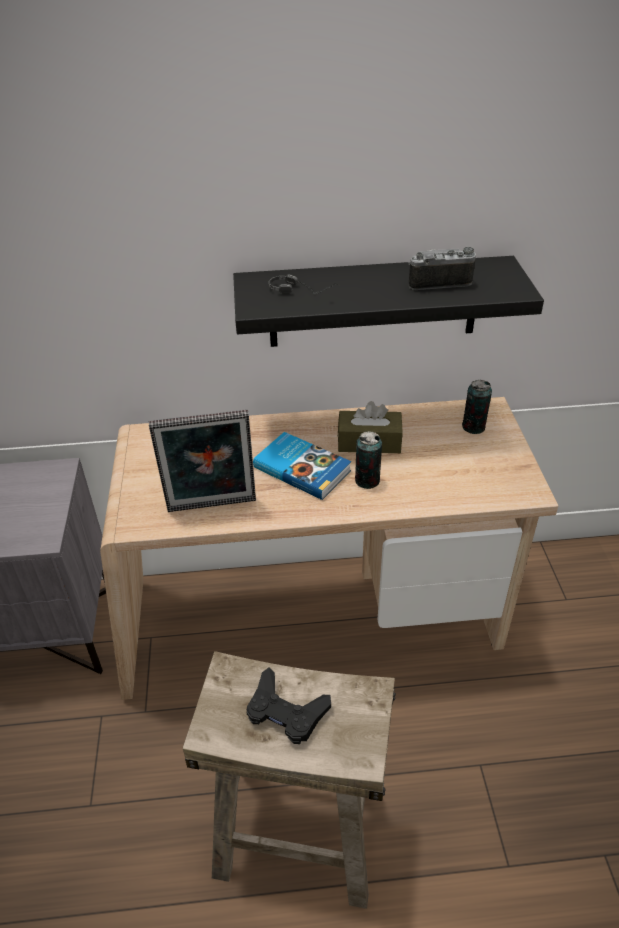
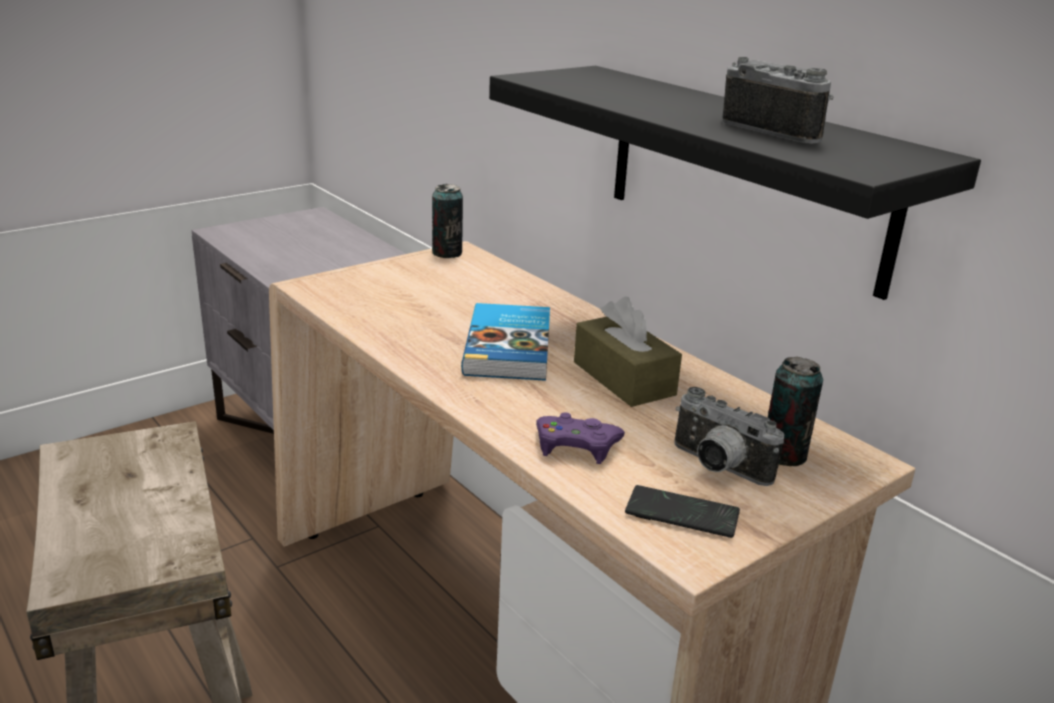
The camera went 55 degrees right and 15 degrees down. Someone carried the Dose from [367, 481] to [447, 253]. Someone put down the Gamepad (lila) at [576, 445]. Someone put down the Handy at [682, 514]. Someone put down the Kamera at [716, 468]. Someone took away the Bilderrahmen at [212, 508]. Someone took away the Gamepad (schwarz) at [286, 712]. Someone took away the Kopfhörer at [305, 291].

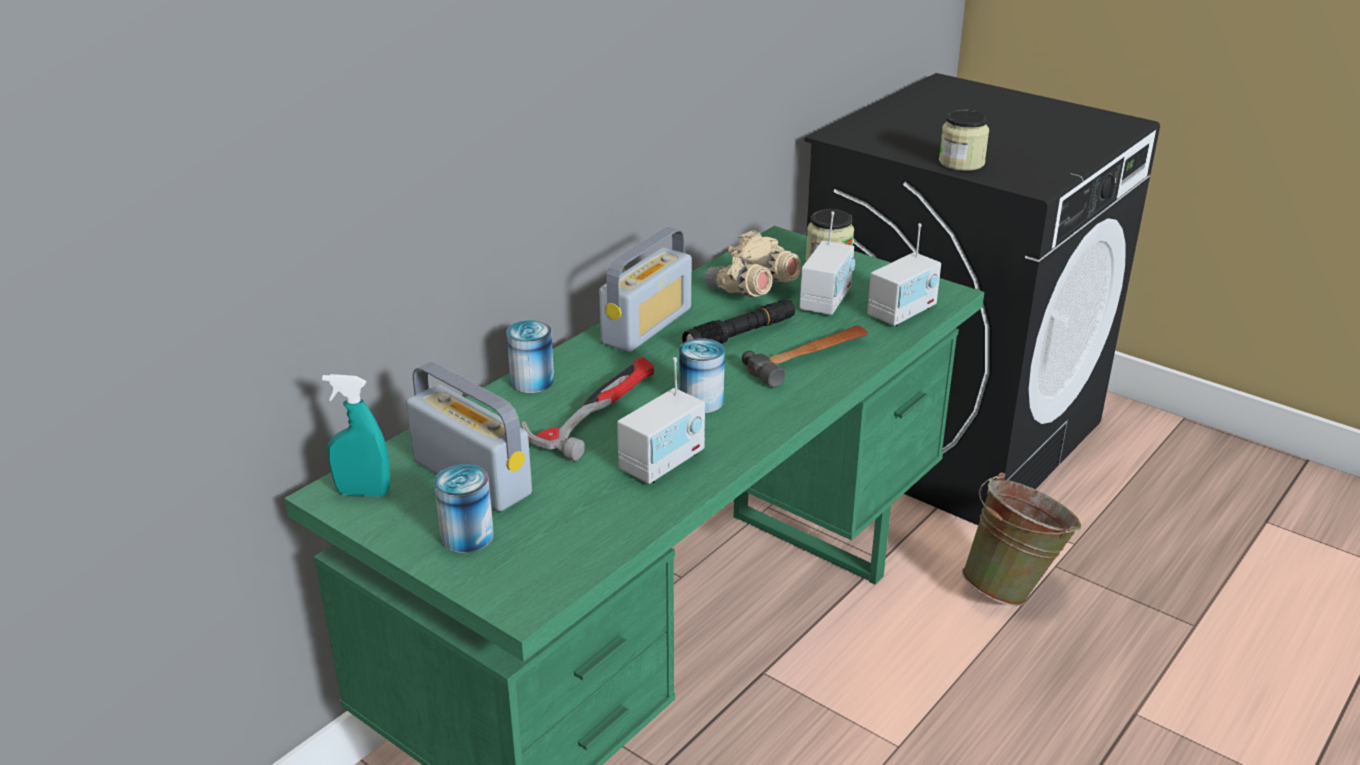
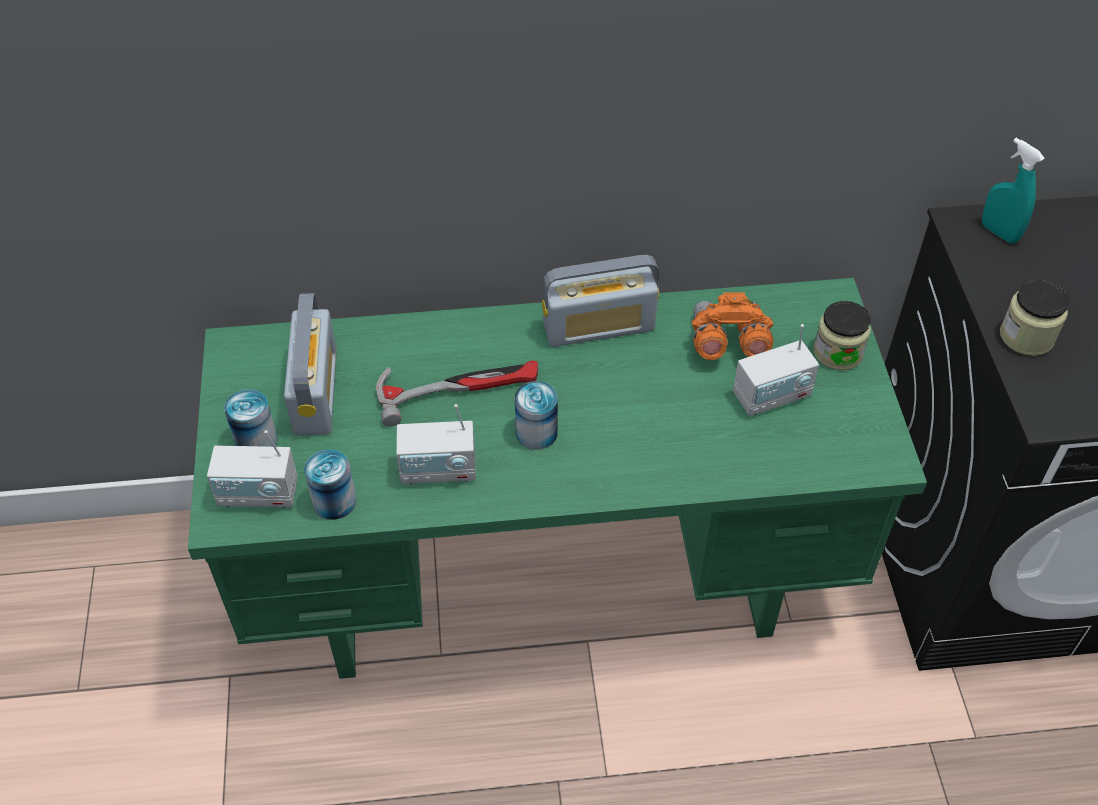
The camera went 45 degrees right and 20 degrees up. Someone carried the Radio from [902, 312] to [258, 494]. Someone carried the Dose from [532, 381] to [334, 501]. Someone repainted the Fernglas (beige) at [752, 291], which became the Fernglas (orange) at [727, 343]. Someone carried the Sprühflasche (türkis) from [363, 492] to [999, 232]. Someone took away the Taschenlampe (schwarz) at [740, 335]. Someone took away the Hammer at [809, 358]. Someone took away the Eimer (grün) at [1013, 588].

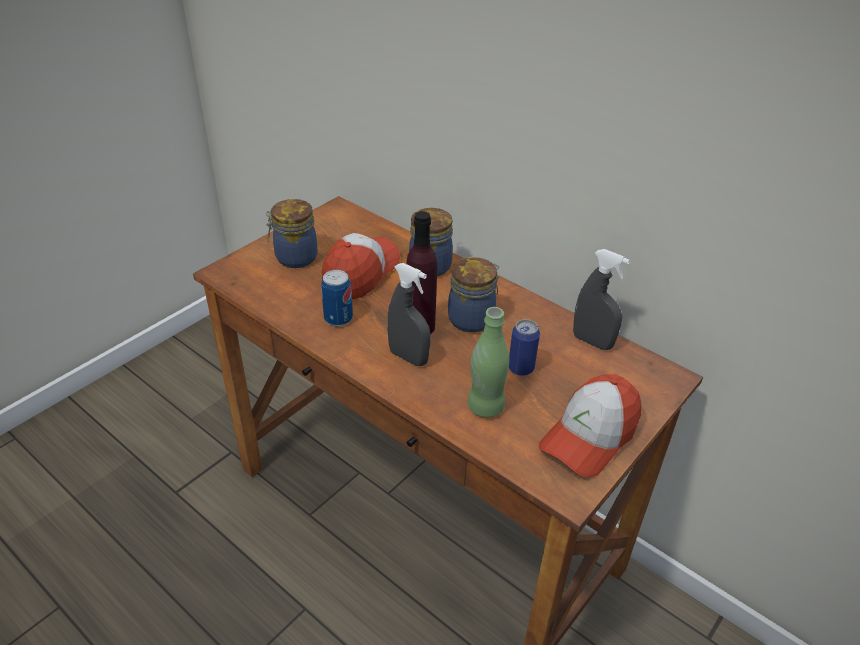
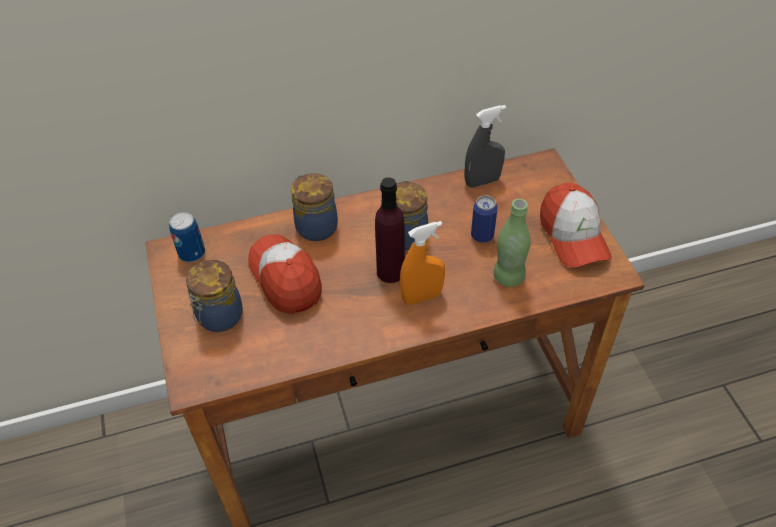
The camera went 55 degrees left and 10 degrees up. Someone carried the Dose from [338, 318] to [192, 253]. Someone repainted the Sprühflasche (grau) at [408, 357], which became the Sprühflasche (orange) at [422, 297].

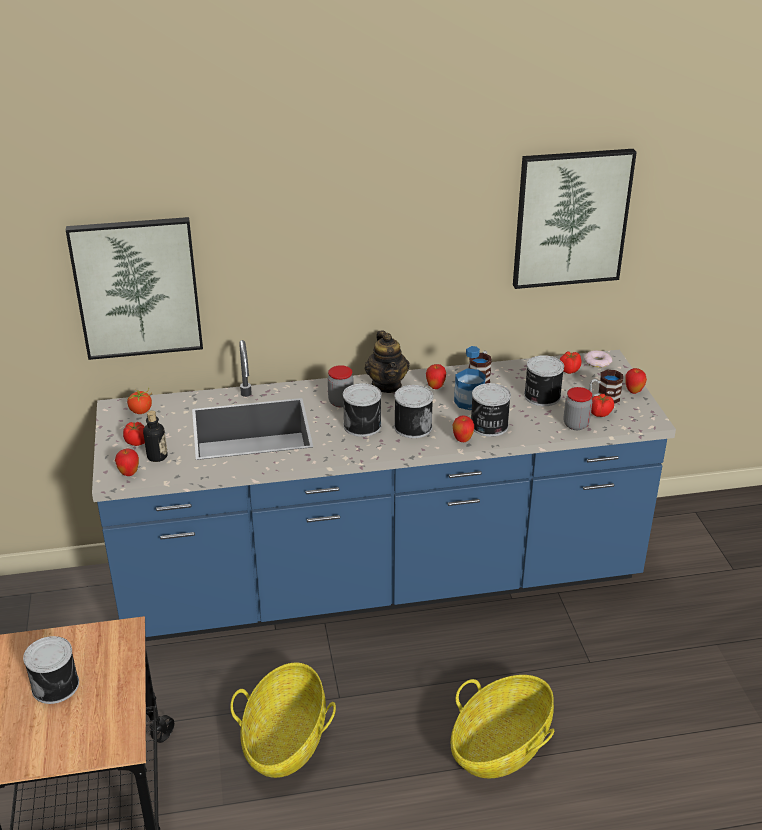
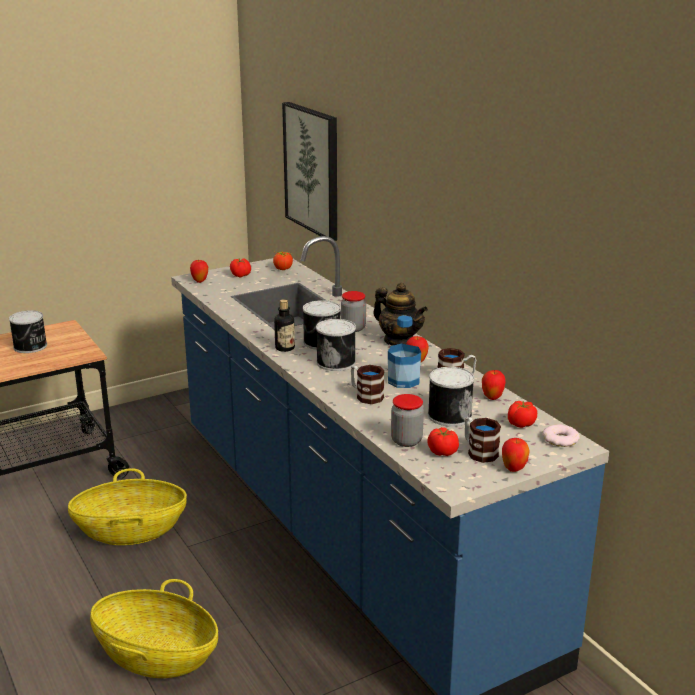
The camera went 70 degrees right and 10 degrees down. Someone carried the Flasche from [157, 456] to [285, 348]. Someone swapped the Dose at [489, 426] for the Henkelbecher at [365, 396]. Someone rotated the Teekanne at [387, 385] by 105 degrees counterclockwise. Someone carried the Apfel from [462, 440] to [492, 398]. Someone took away the Bild at [571, 218].

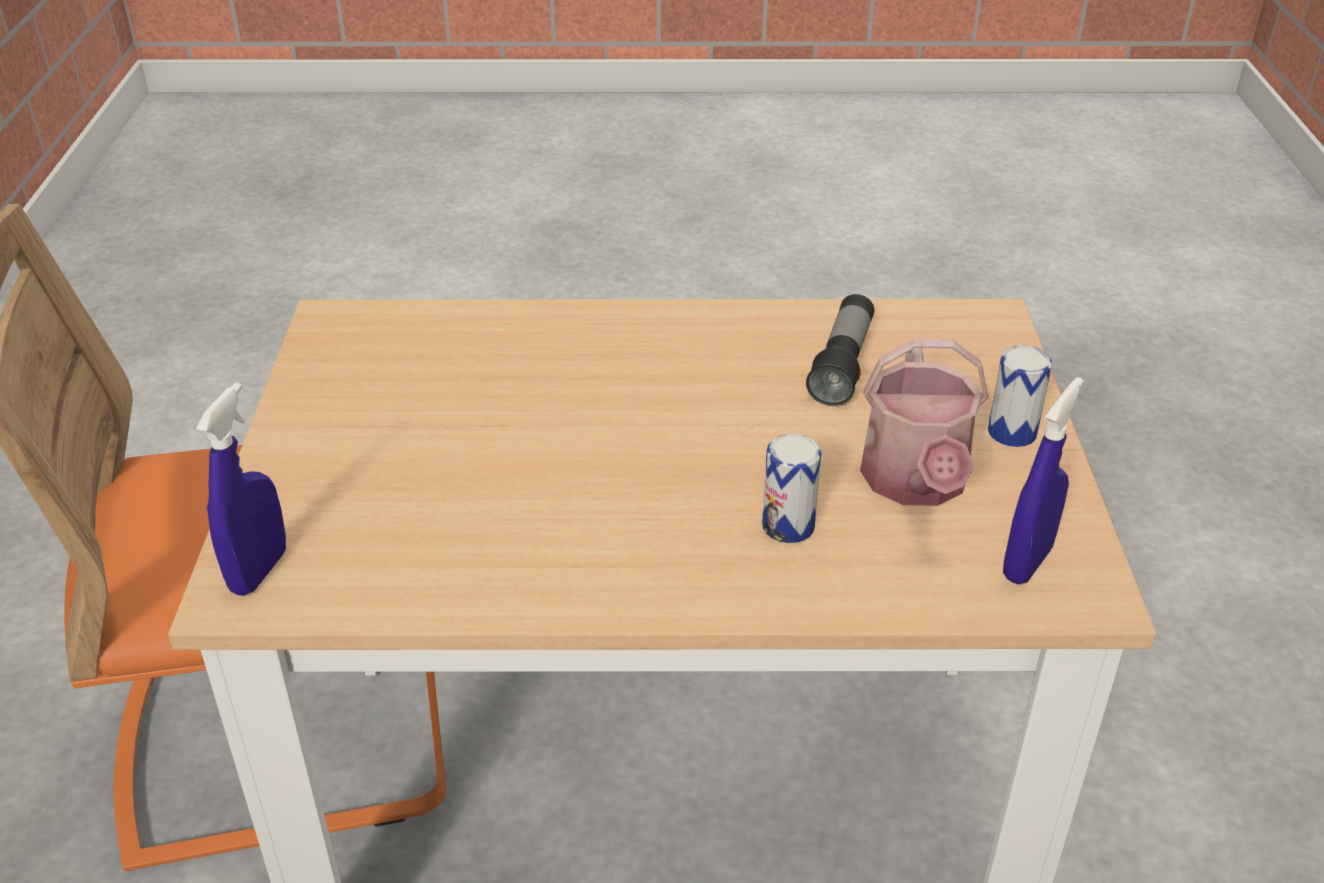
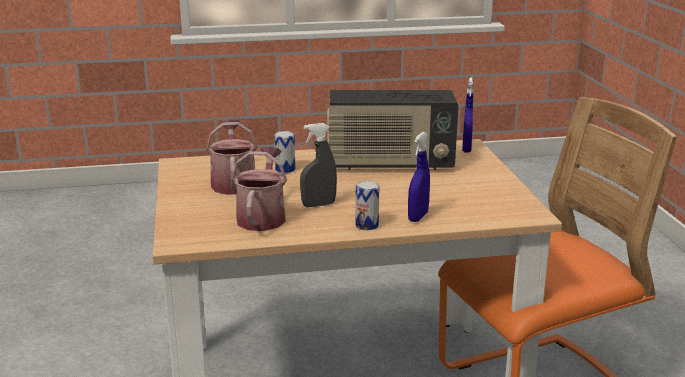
The camera went 170 degrees right and 15 degrees down. Someone swapped the Taschenlampe at [842, 365] for the Gießkanne at [262, 216]. Someone put down the Sprühflasche (grau) at [318, 205]. Someone put down the Radio at [390, 164]. Someone carried the Dose from [1012, 432] to [367, 225]. Someone carried the Sprühflasche (blau) from [1027, 563] to [418, 217].

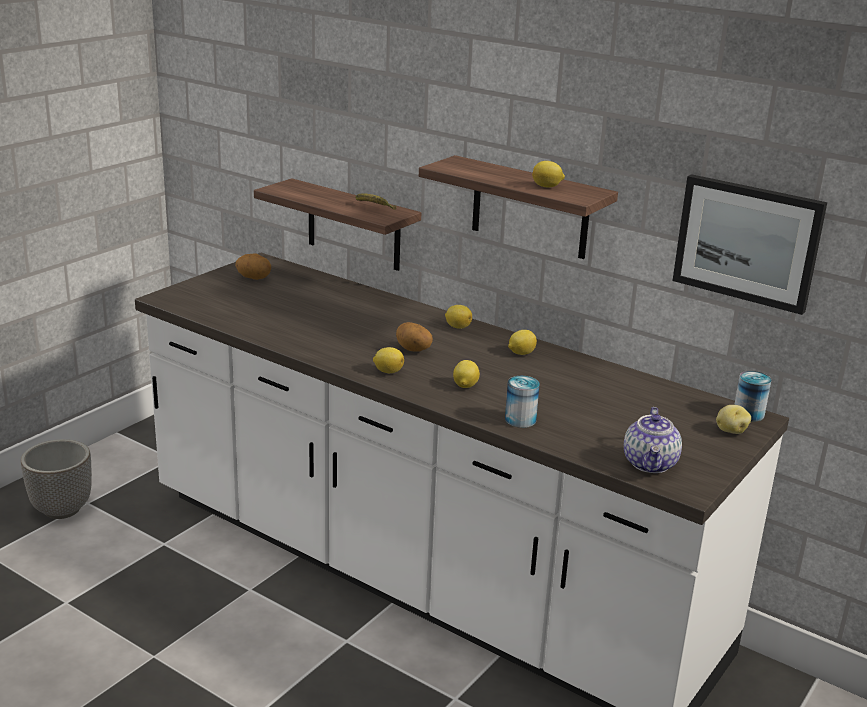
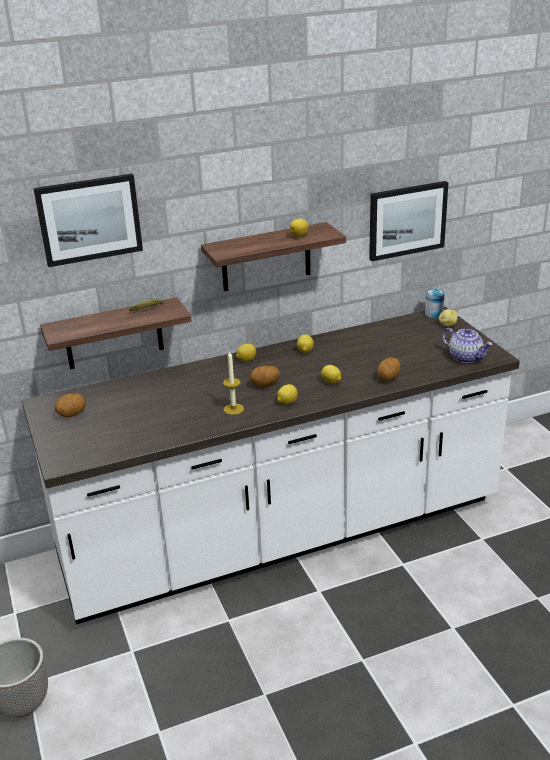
The camera went 55 degrees left and 5 degrees up. Someone put up the Bild at [89, 219]. Someone put down the Kerze at [233, 409]. Someone swapped the Dose at [520, 420] for the Kartoffel at [388, 378].

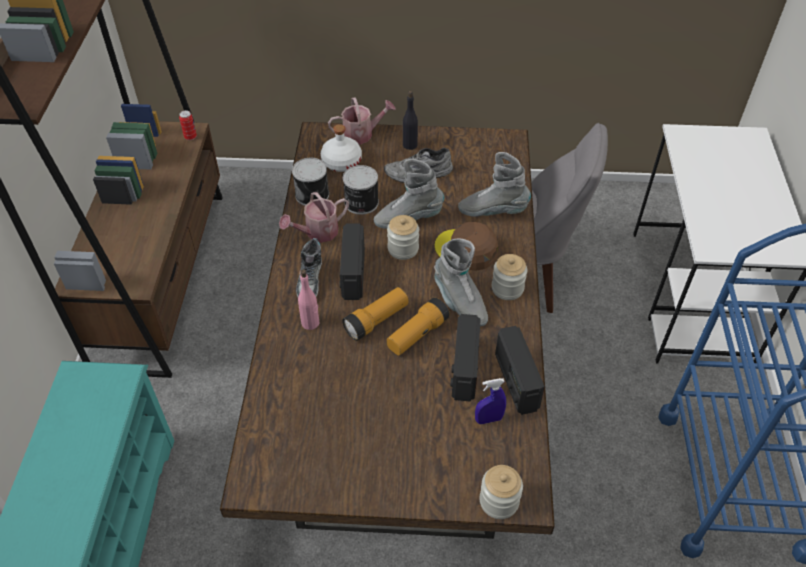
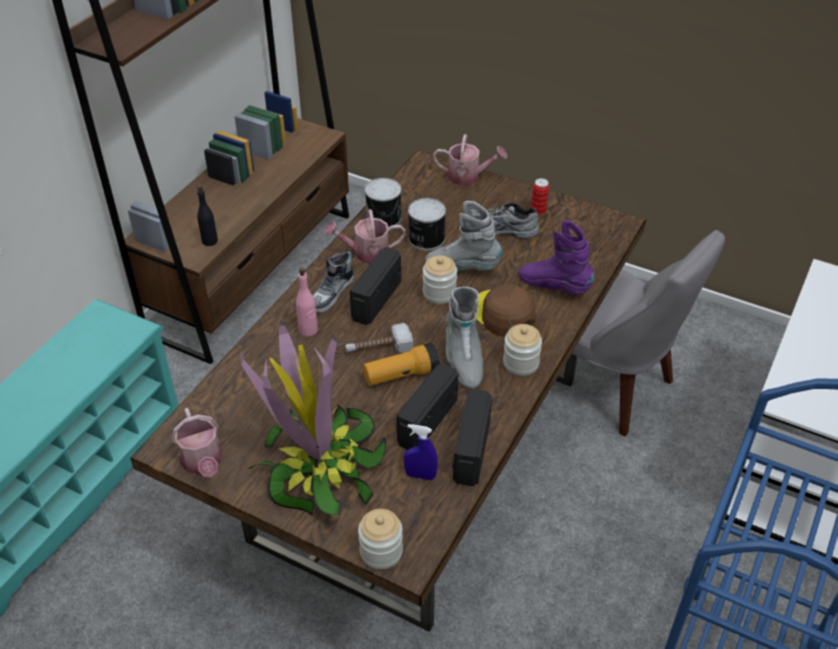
The camera went 25 degrees right and 5 degrees down. Someone put down the Gießkanne at [203, 462]. Someone carried the Flasche (schwarz) from [409, 145] to [210, 241]. Someone put down the Topfpflanze at [318, 467]. Someone swapped the Taschenlampe at [376, 320] for the Hammer at [371, 349]. Someone repainted the Stiefel (grau) at [492, 211], which became the Stiefel (lila) at [554, 286]. Someone carried the Dose from [190, 137] to [538, 211]. Someone took away the Flasche (weiß) at [341, 162].

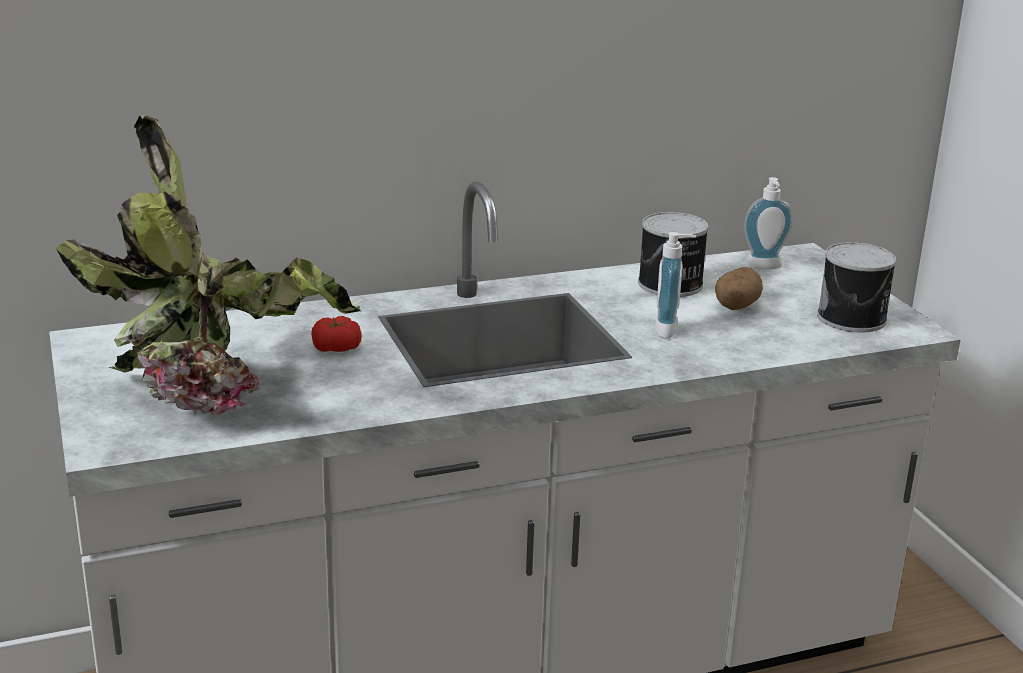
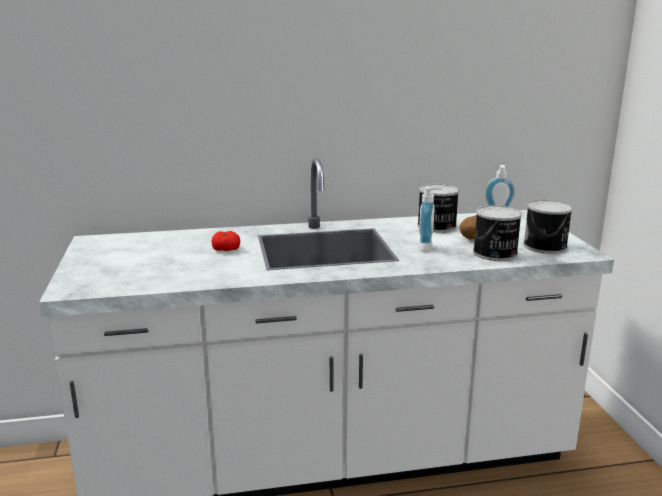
The camera went 10 degrees right and 5 degrees down. Someone put down the Dose at [495, 253]. Someone took away the Topfpflanze at [228, 394].

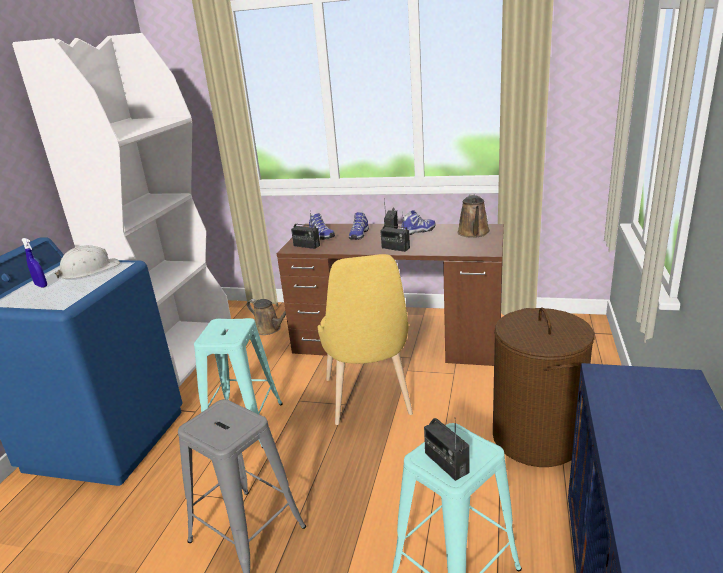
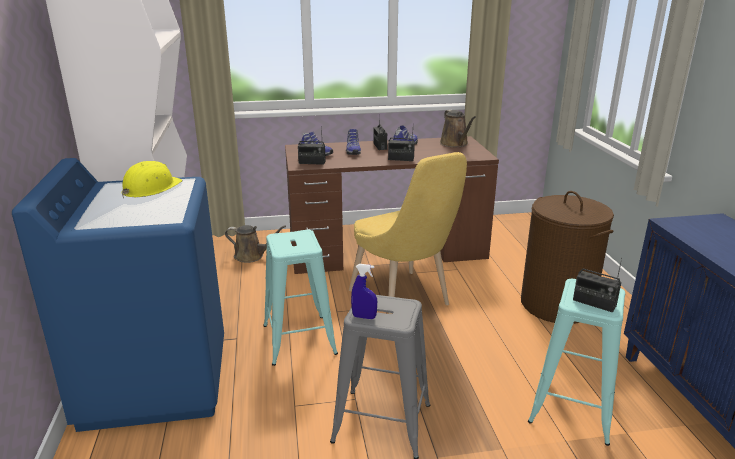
The camera went 25 degrees left and 0 degrees up. Someone repainted the Schutzhelm (weiß) at [89, 270], which became the Schutzhelm (gelb) at [151, 188]. Someone carried the Sprühflasche (blau) from [41, 285] to [364, 317].

